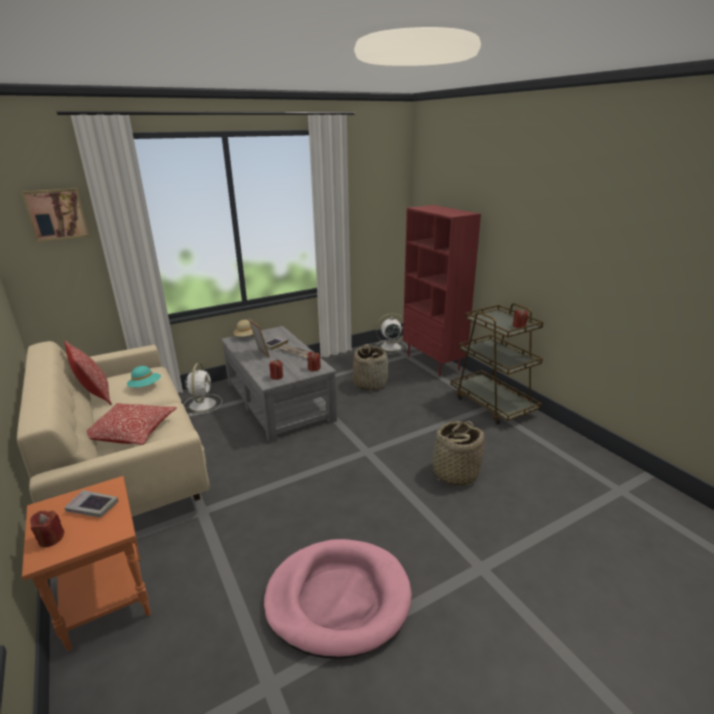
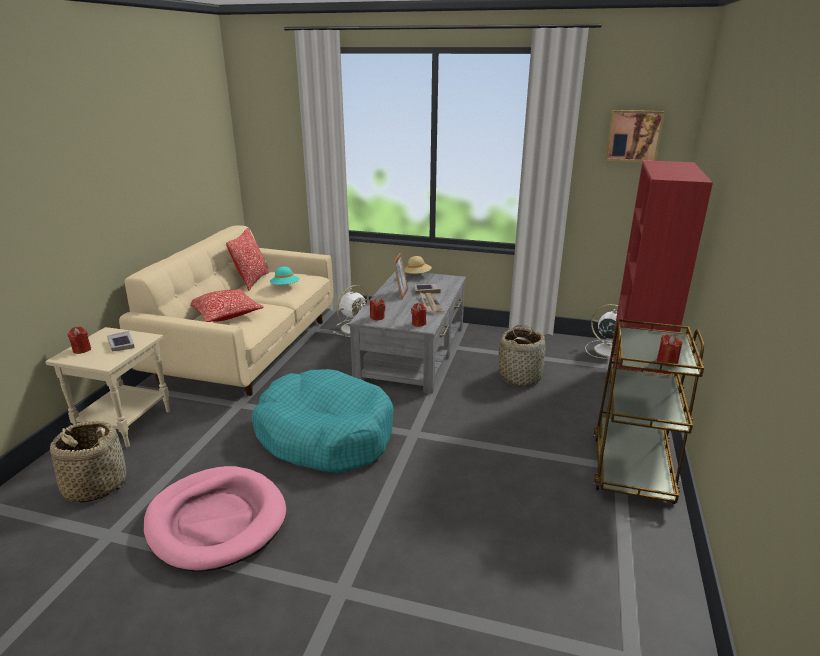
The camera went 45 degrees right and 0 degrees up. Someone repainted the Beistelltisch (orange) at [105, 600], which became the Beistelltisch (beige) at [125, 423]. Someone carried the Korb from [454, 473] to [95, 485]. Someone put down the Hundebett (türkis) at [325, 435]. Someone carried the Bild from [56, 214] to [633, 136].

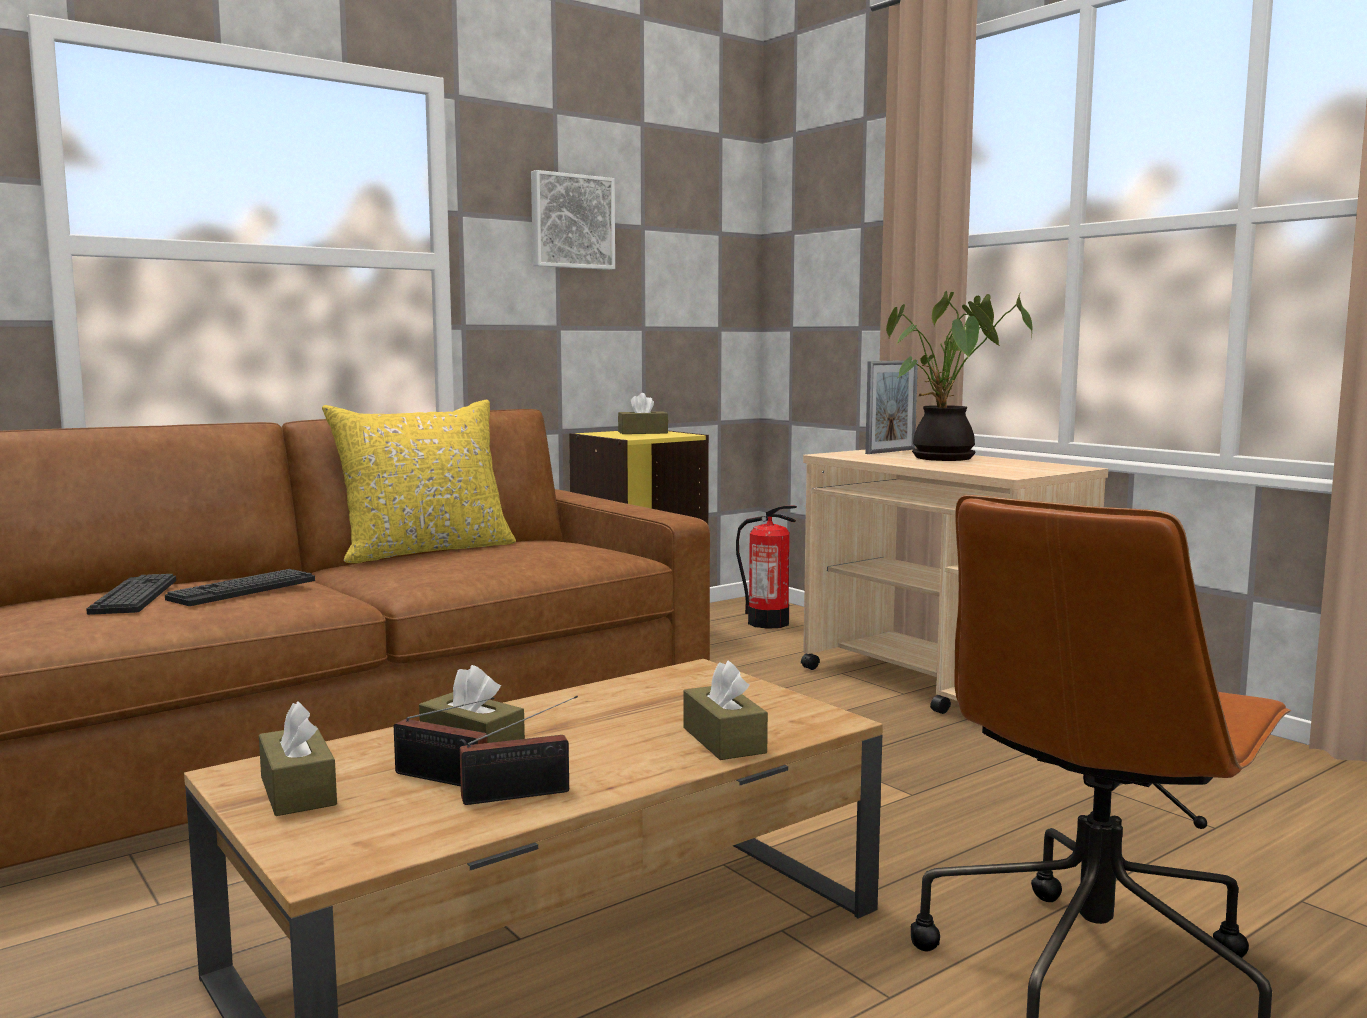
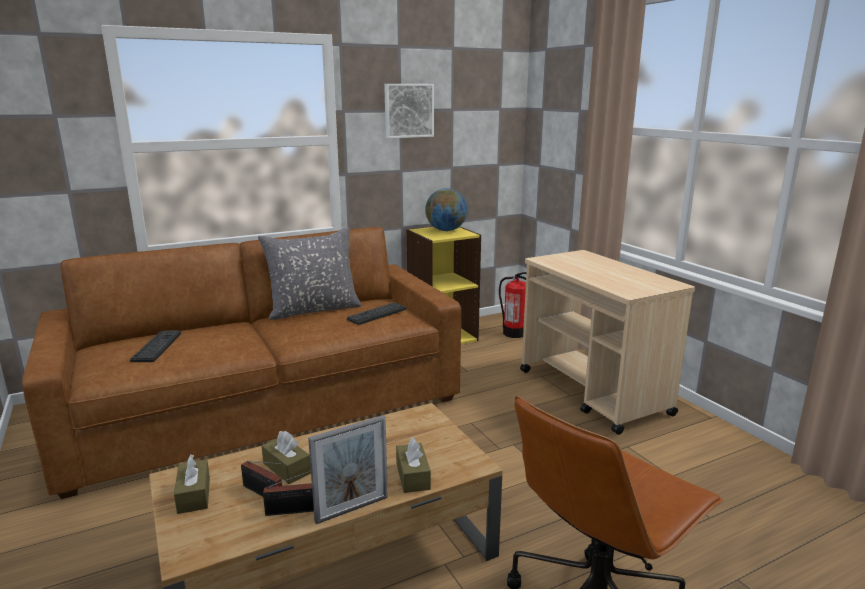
The camera went 10 degrees right and 10 degrees up. Someone repainted the Kissen (gelb) at [425, 551], which became the Kissen (grau) at [313, 309]. Someone carried the Bilderrahmen from [890, 451] to [352, 509]. Someone carried the Tastatur from [243, 589] to [377, 314]. Someone swapped the Taschentuchbox (braun) at [643, 432] for the Globus at [446, 230]. Someone took away the Topfpflanze at [946, 459].

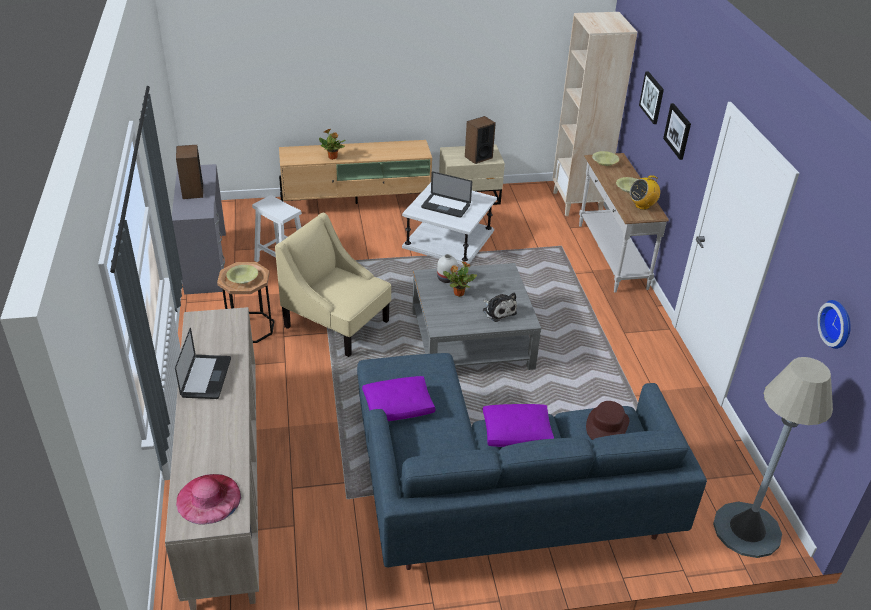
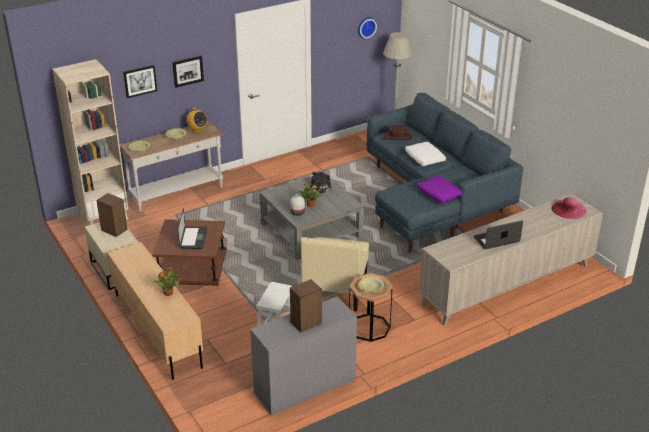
The camera went 110 degrees left and 5 degrees down. Someone repainted the Beistelltisch (weiß) at [448, 239], which became the Beistelltisch (braun) at [192, 266]. Someone repainted the Kissen (lila) at [516, 433], which became the Kissen (weiß) at [425, 159].

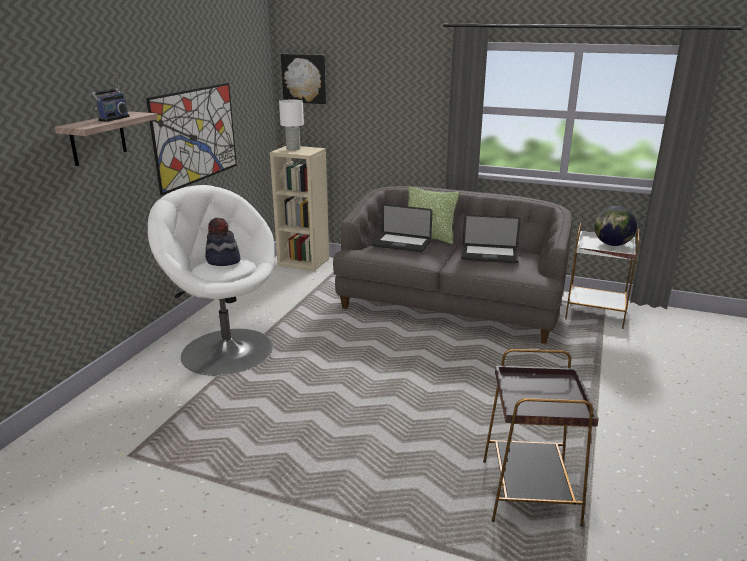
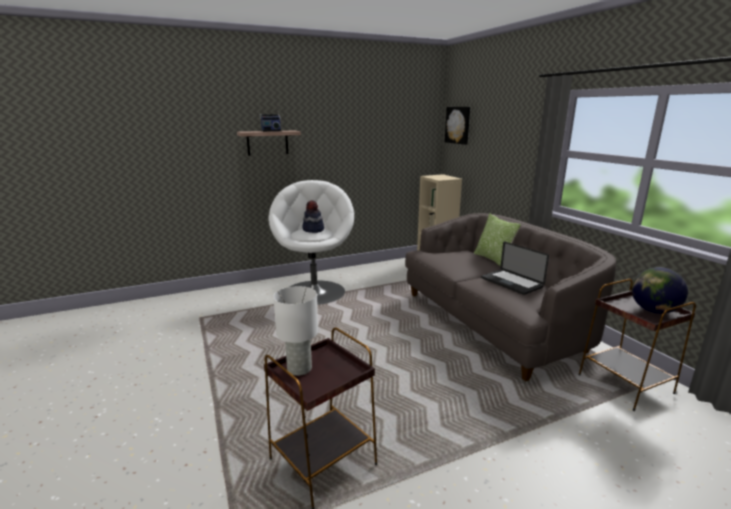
The camera went 45 degrees right and 5 degrees down. Someone carried the Tischlampe (weiß) from [293, 148] to [299, 368]. Someone repainted the Beistelltisch (weiß) at [595, 314], which became the Beistelltisch (braun) at [625, 384]. Someone took away the Bild at [196, 135]. Someone took away the Laptop at [401, 244].

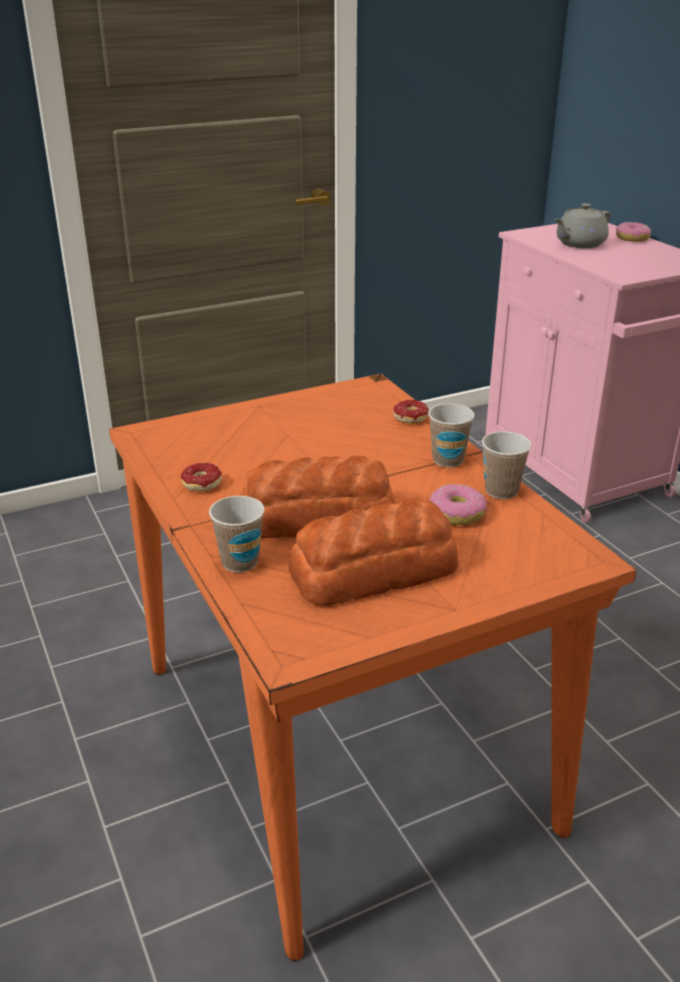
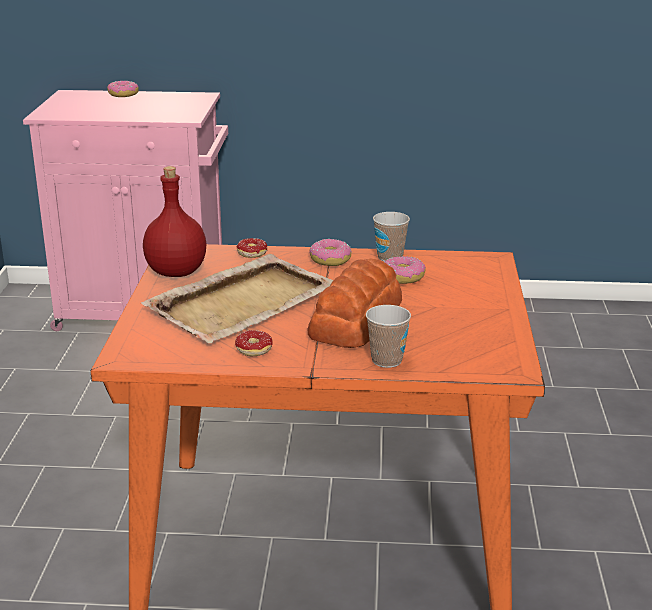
The camera went 60 degrees left and 5 degrees down. Someone put down the Tablett (beige) at [244, 302]. Someone put down the Flasche (rot) at [177, 272]. Someone swapped the Tasse at [448, 460] for the Donut at [330, 260]. Someone took away the Brot at [375, 571]. Someone took away the Teekanne (grau) at [579, 244].

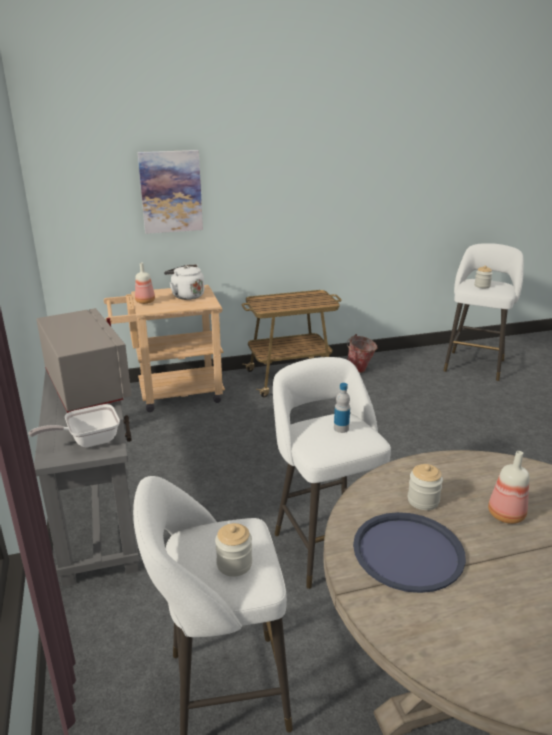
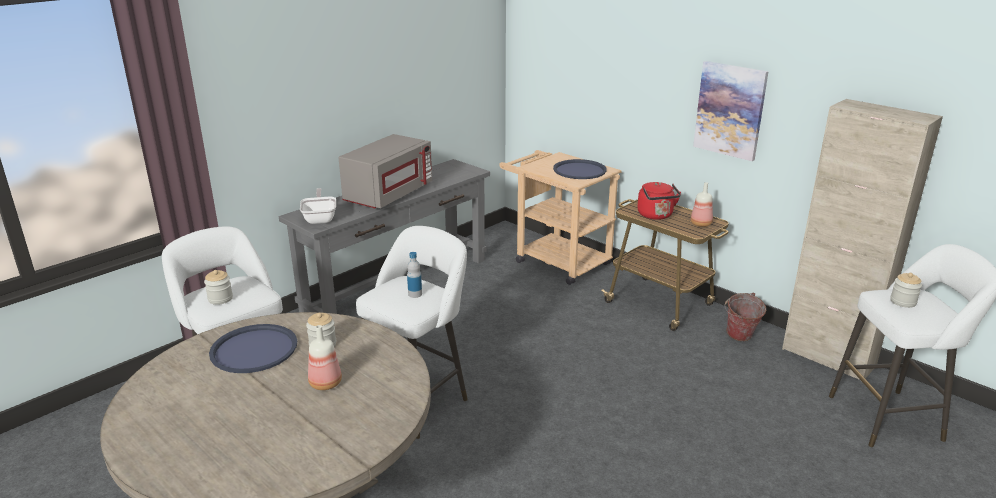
The camera went 60 degrees right and 0 degrees up. Someone rotated the Pfanne at [88, 440] by 45 degrees clockwise. Someone swapped the Wasserkessel (weiß) at [186, 296] for the Tablett (blau) at [579, 170]. Someone put down the Wasserkessel (rot) at [656, 216]. Someone carried the Flasche from [145, 301] to [701, 224]. Someone carried the Bild from [171, 192] to [730, 110]. Someone put down the Schrank (beige) at [828, 357].

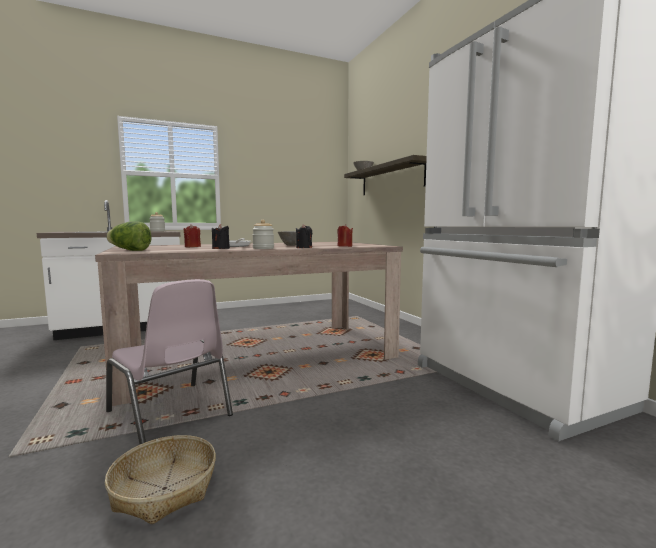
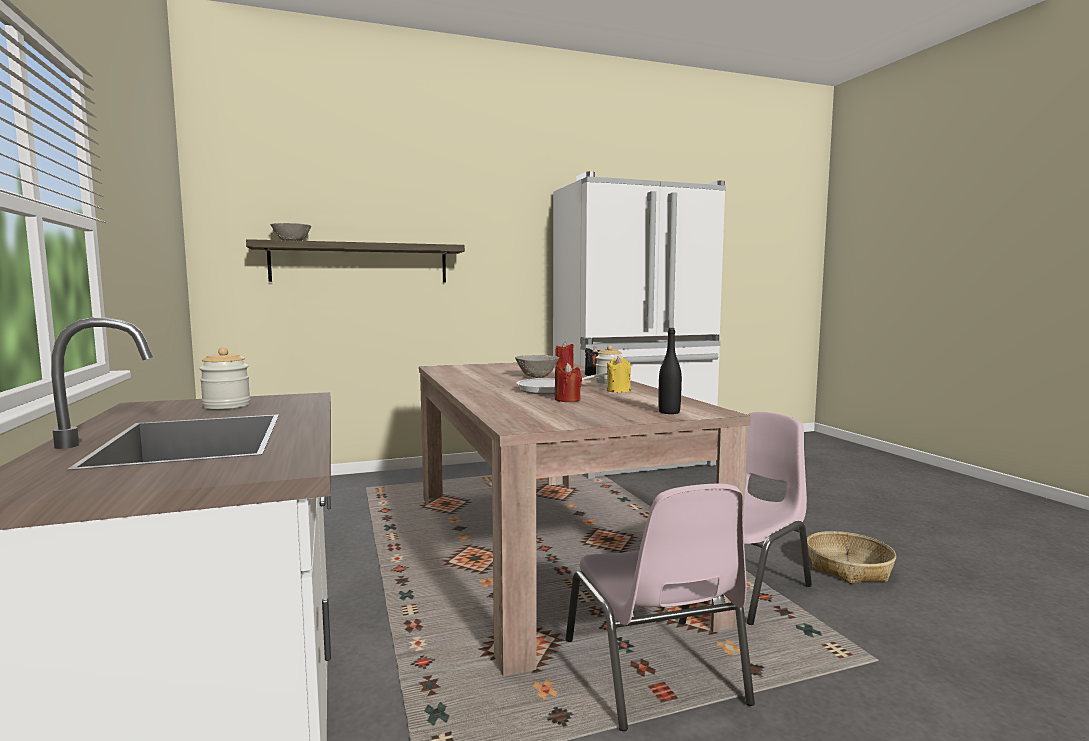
The camera went 85 degrees left and 0 degrees up. Someone put down the Stuhl (rosa) at [655, 672]. Someone repainted the Kerze (schwarz) at [221, 249], which became the Kerze (gelb) at [618, 390]. Someone swapped the Salatkopf at [130, 250] for the Flasche (schwarz) at [669, 412].

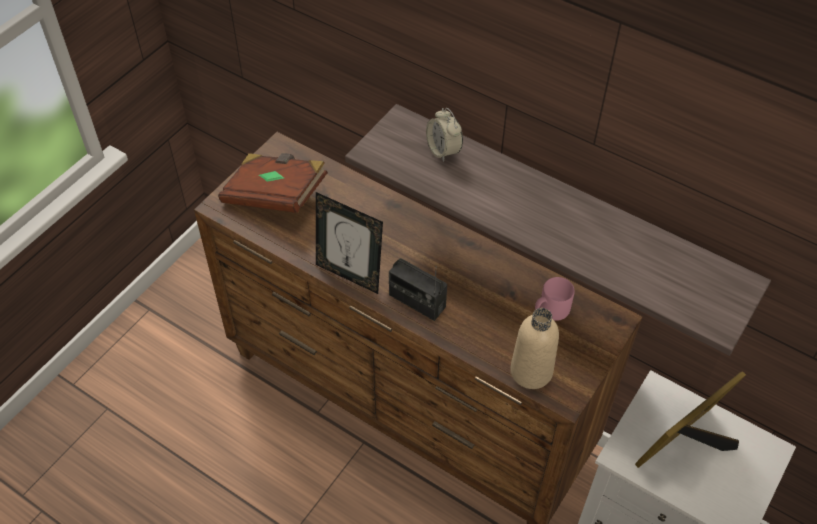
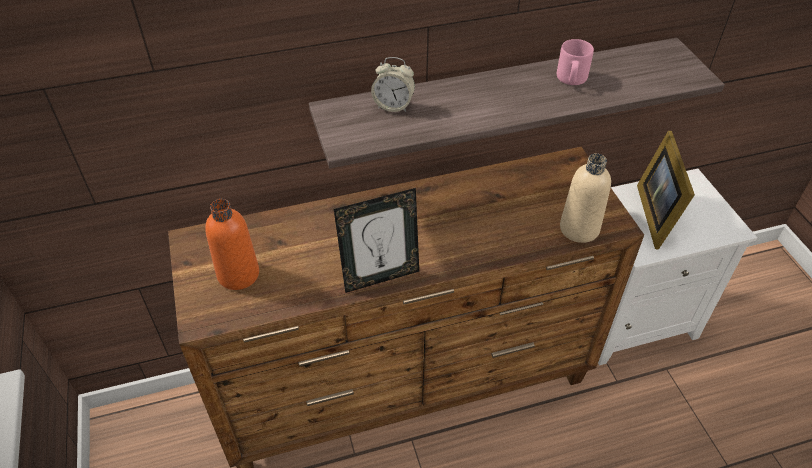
The camera went 50 degrees left and 5 degrees down. Someone swapped the Buch (braun) at [275, 195] for the Flasche (orange) at [238, 274]. Someone carried the Henkelbecher (rosa) from [550, 310] to [571, 79]. Someone took away the Radio at [417, 301].

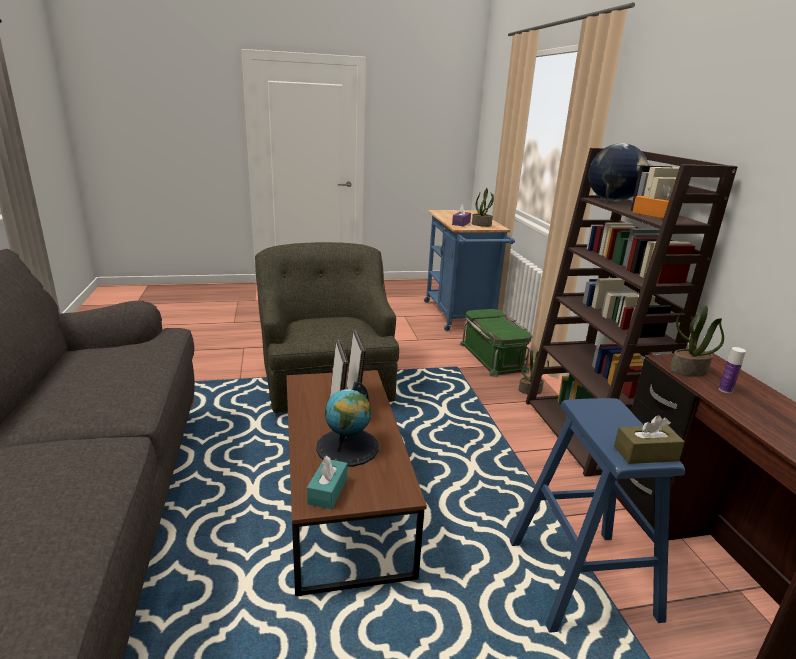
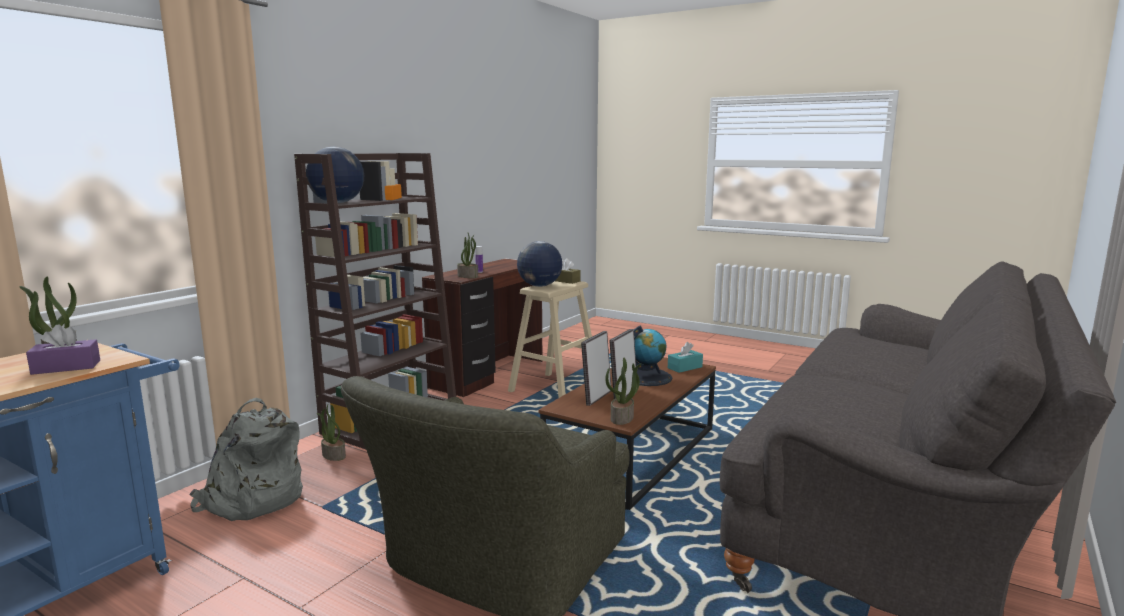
The camera went 135 degrees left and 10 degrees down. Someone swapped the Aufbewahrungsbox (grün) at [493, 357] for the Rucksack (grau) at [252, 500]. Someone repainted the Hocker (blau) at [581, 578], which became the Hocker (beige) at [555, 389]. Someone put down the Globus at [539, 286]. Someone put down the Topfpflanze at [622, 418].

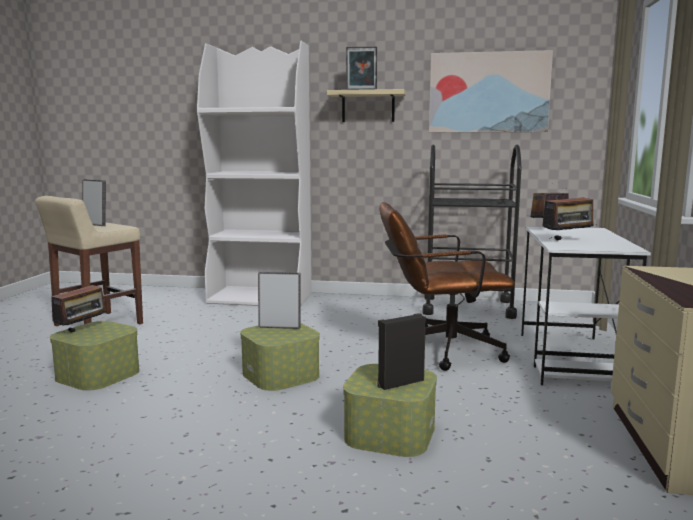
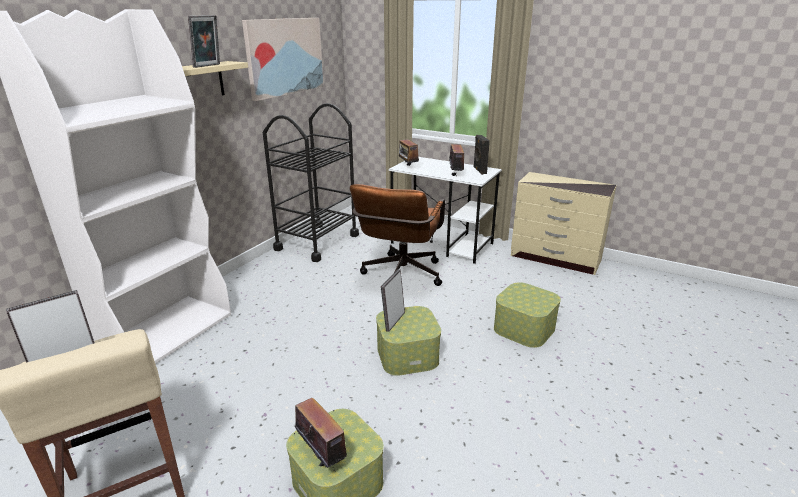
The camera went 70 degrees left and 15 degrees up. Someone carried the Lautsprecher (schwarz) from [400, 383] to [479, 170].

